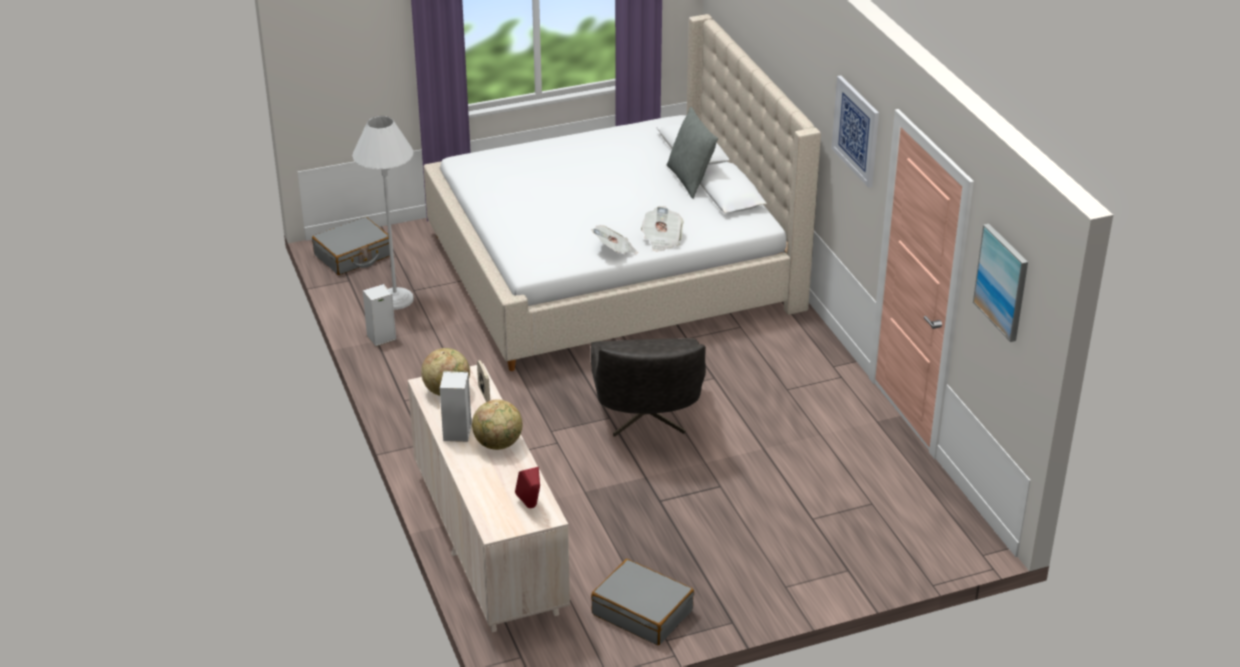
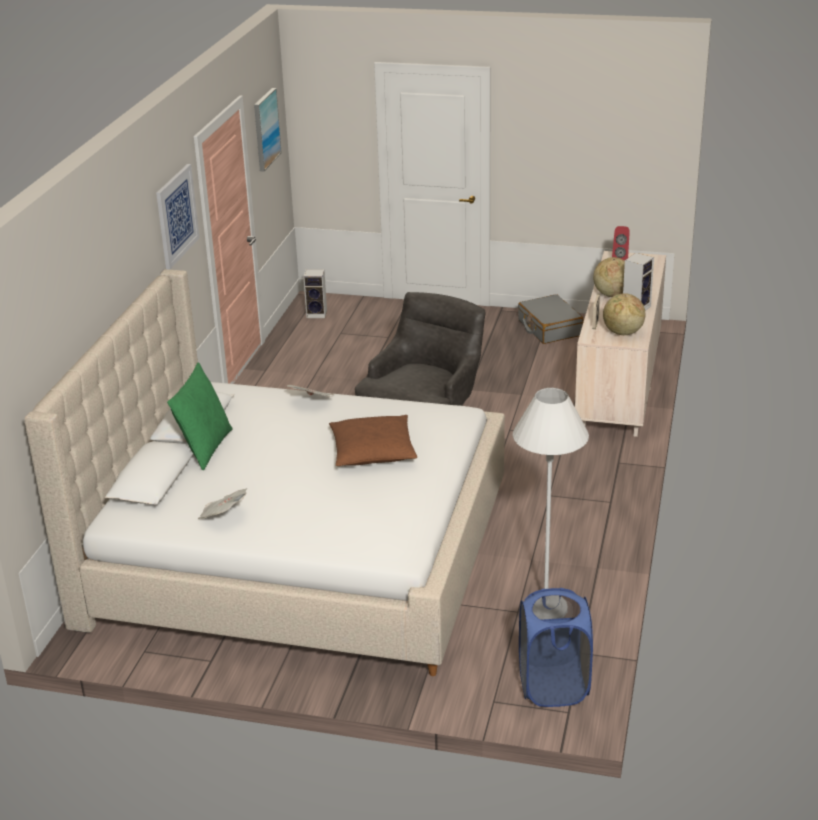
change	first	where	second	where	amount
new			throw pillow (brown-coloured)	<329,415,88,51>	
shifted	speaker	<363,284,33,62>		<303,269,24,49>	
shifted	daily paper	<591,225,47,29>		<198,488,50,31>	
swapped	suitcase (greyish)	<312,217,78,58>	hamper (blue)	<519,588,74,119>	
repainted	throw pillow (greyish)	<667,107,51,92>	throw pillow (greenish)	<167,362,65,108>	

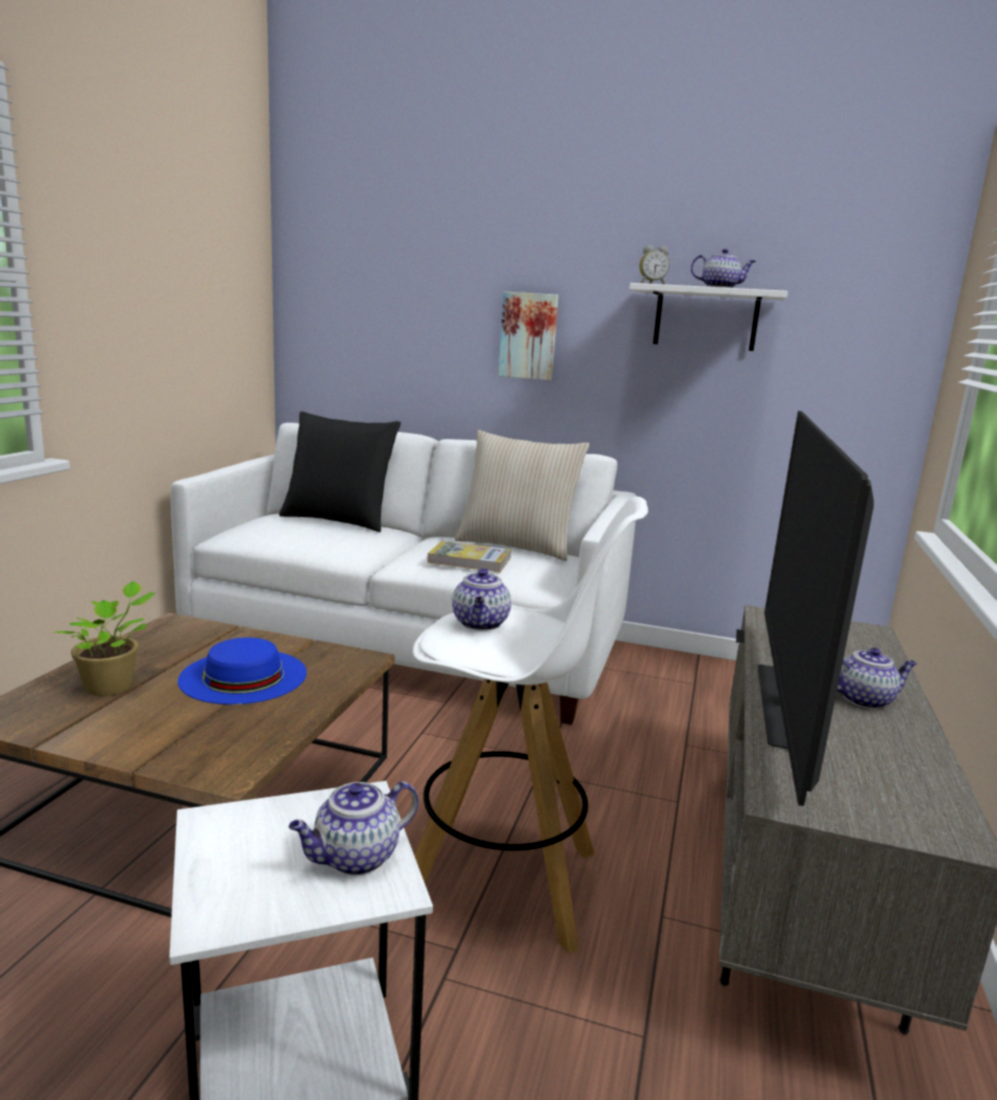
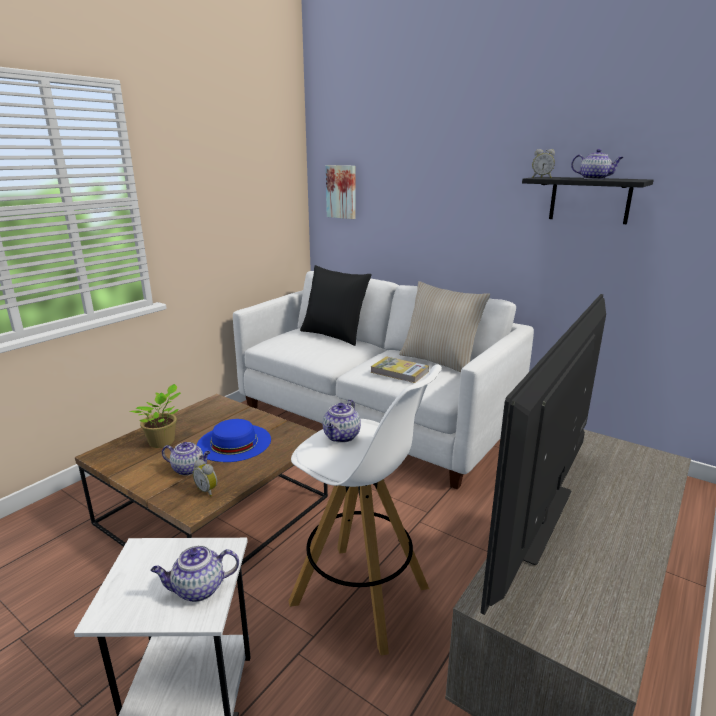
change	first	where	second	where	amount
new			table clock	<193,459,24,38>	
shifted	wall picture	<498,292,61,88>		<326,165,29,54>	
shifted	teapot	<837,648,80,61>		<162,442,49,33>	
repainted	shelf (white-coloured)	<629,283,159,68>	shelf (blackish)	<522,177,132,47>	

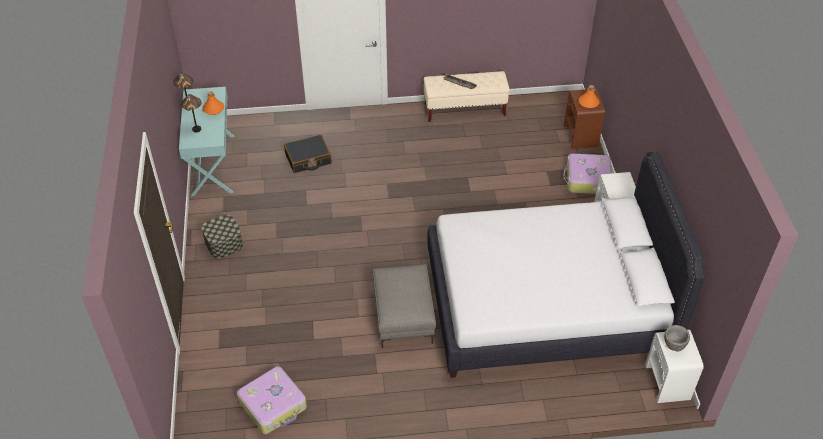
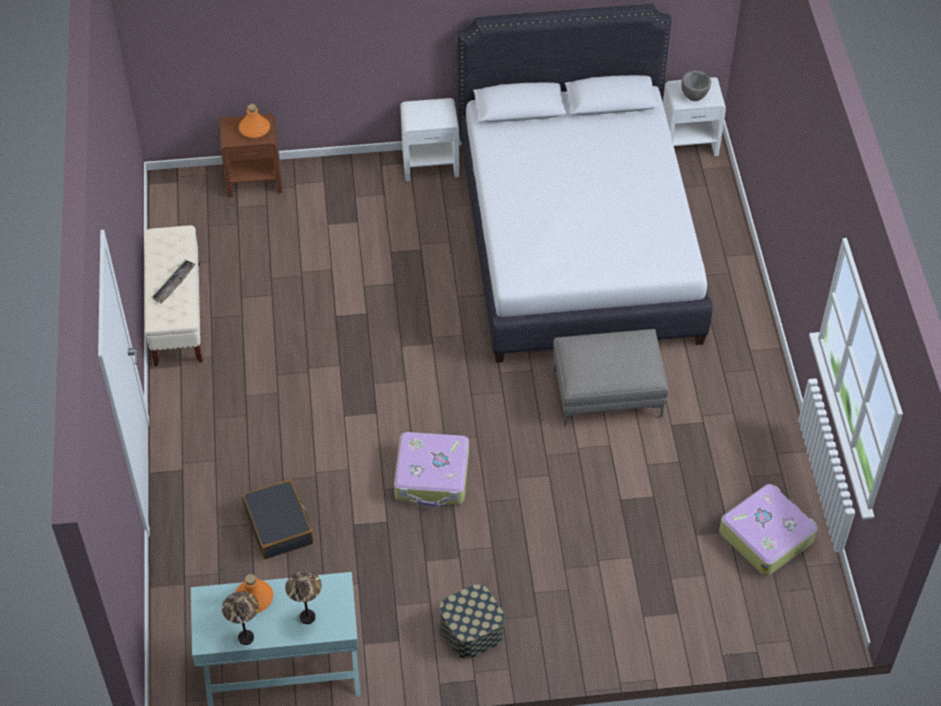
change	first	where	second	where	amount
shifted	suitcase	<563,154,49,40>		<394,432,75,75>	

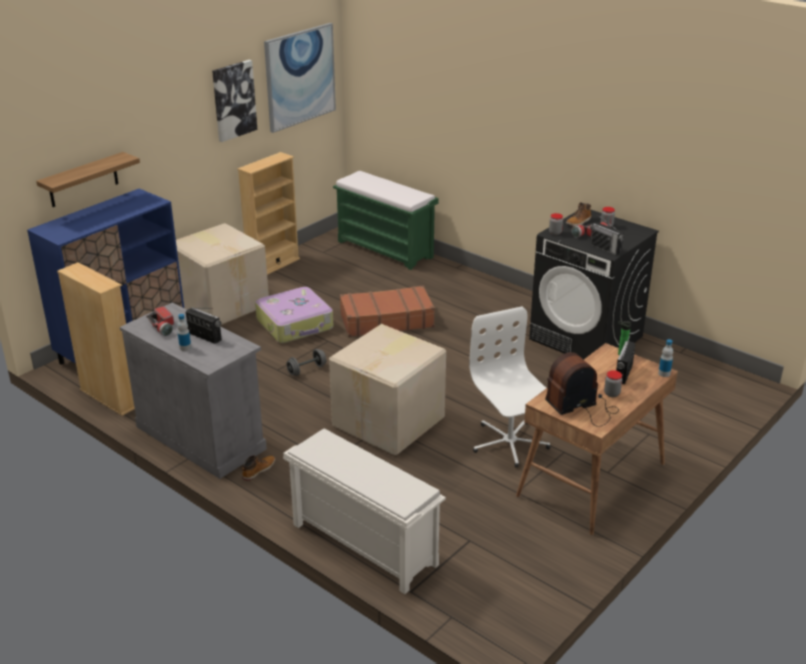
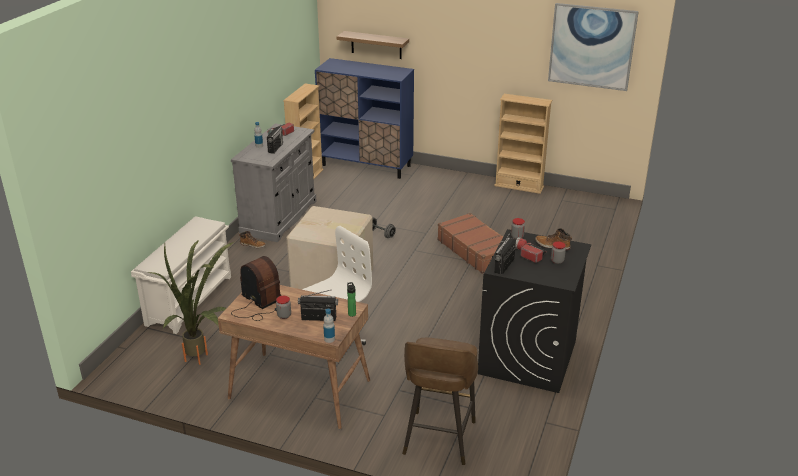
change	first	where	second	where	amount
gone	carton	<176,223,93,102>			
gone	wall picture	<212,60,45,82>			
gone	suitcase	<255,287,78,56>			
gone	long seat (greenish)	<333,171,106,99>			
new			potted plant	<147,240,87,125>	
new			sitting stool (brown-coloured)	<402,337,76,128>	

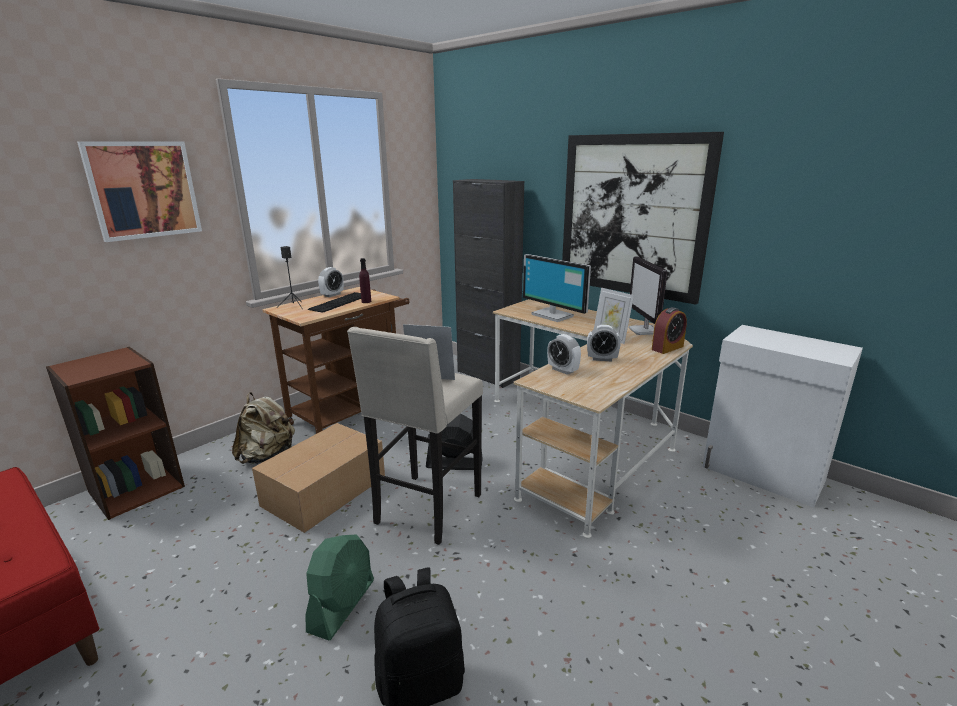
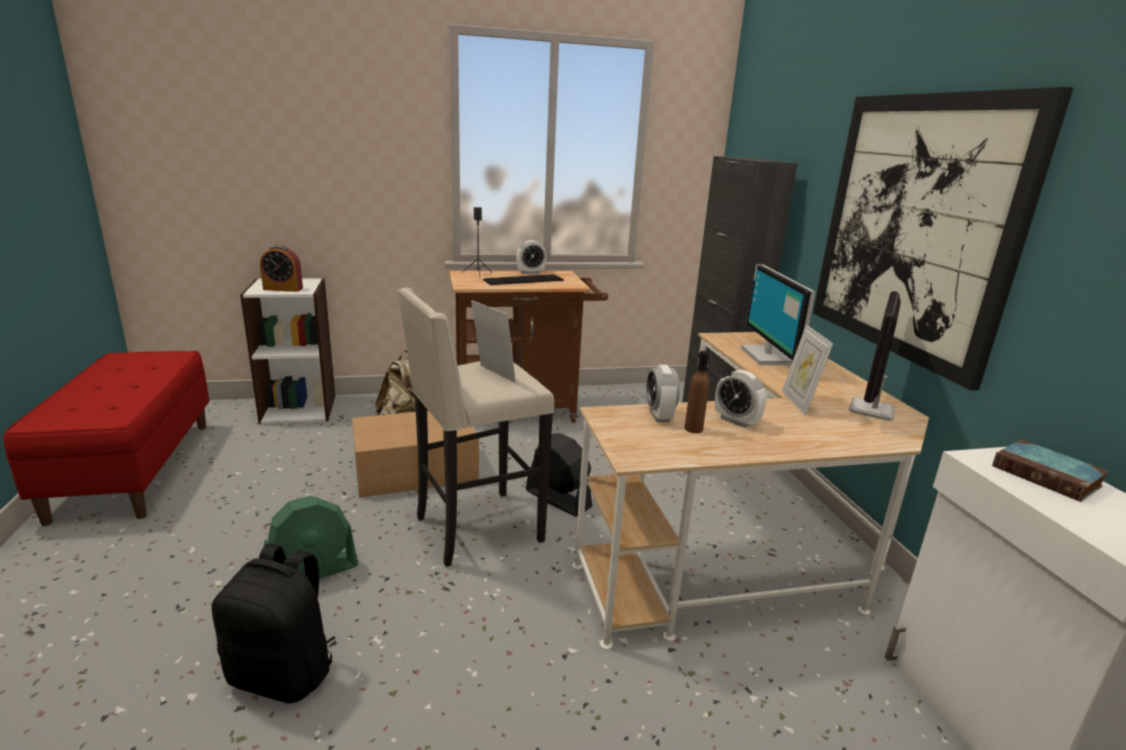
change	first	where	second	where	amount
gone	wall picture	<77,141,125,101>			
gone	drink bottle (purple-coloured)	<359,258,12,45>			
new			drink bottle (brown-coloured)	<685,351,24,82>	
new			volume	<992,439,117,63>	
shifted	table clock	<652,307,35,47>		<260,245,43,47>	
repainted	shelving unit (brown-coloured)	<46,347,139,173>	shelving unit (white-coloured)	<240,278,95,146>	

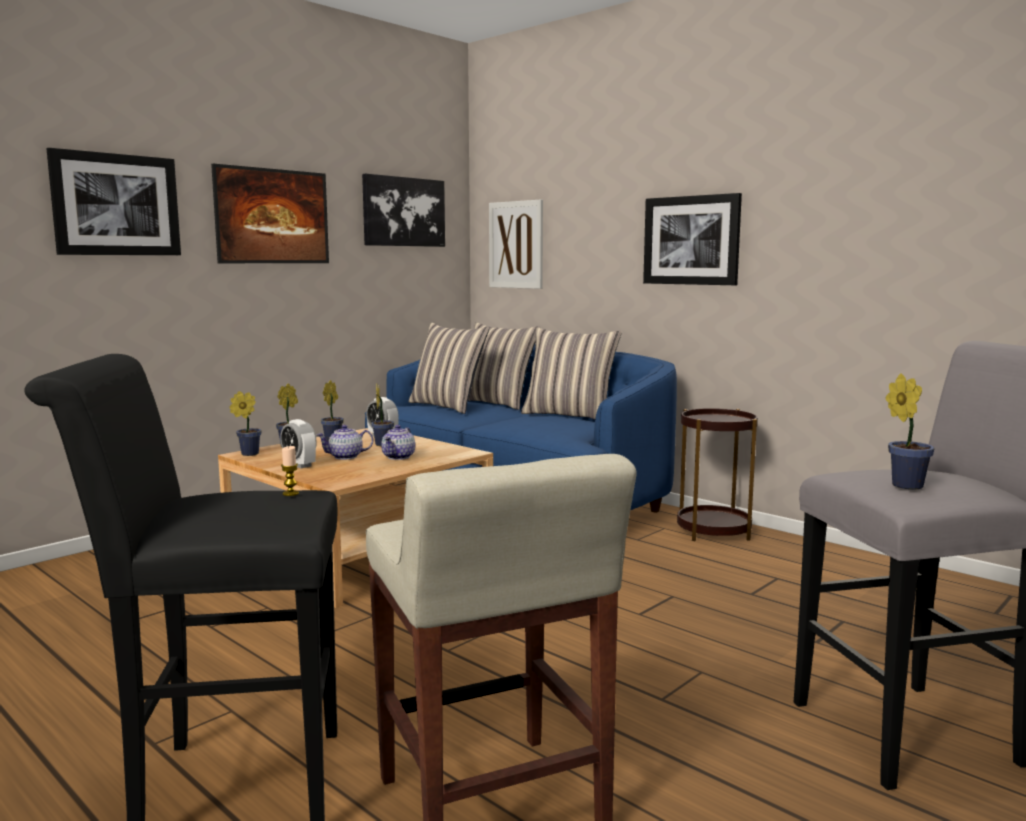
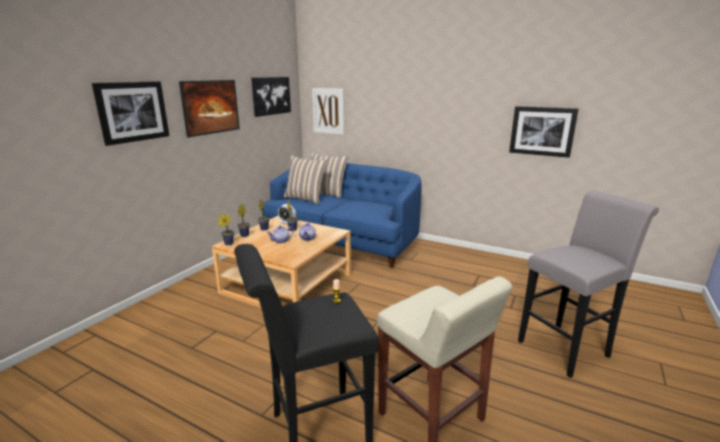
change	first	where	second	where	amount
gone	table clock	<280,419,37,49>			
gone	throw pillow	<521,327,101,92>			
gone	end table (brown-coloured)	<677,408,81,133>			
gone	potted plant	<885,373,49,117>			
shifted	wall picture	<643,193,99,92>		<509,106,70,52>	

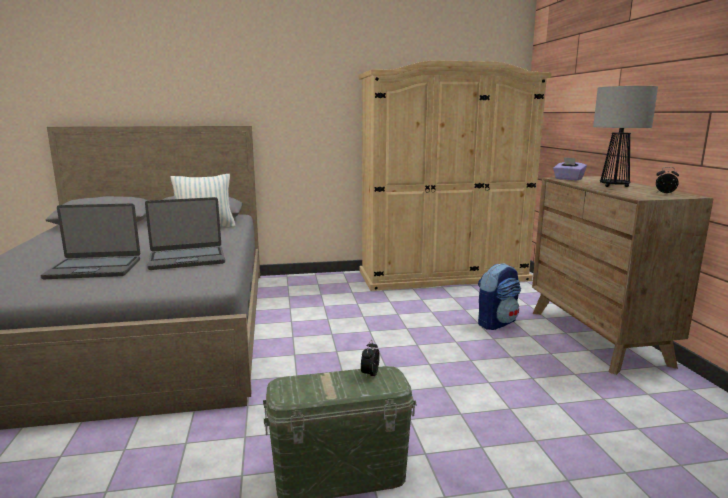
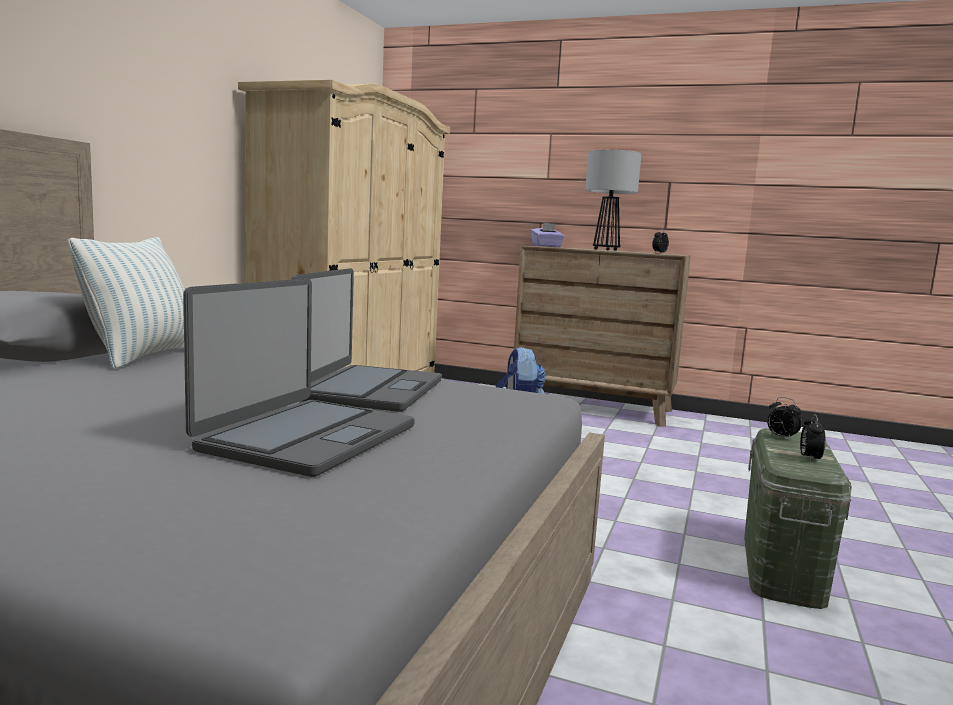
change	first	where	second	where	amount
new			table clock	<800,414,25,48>	

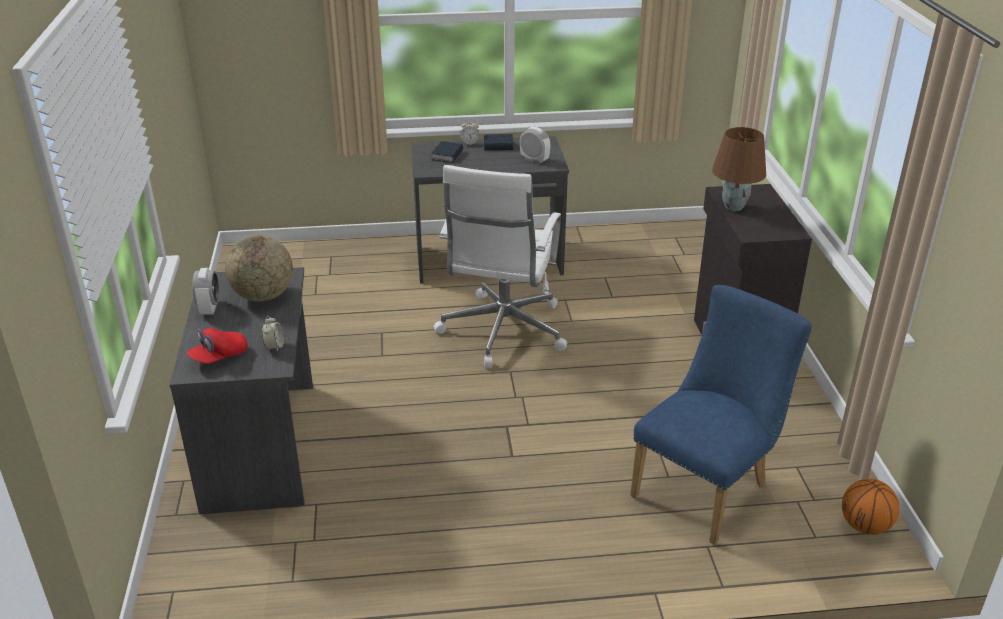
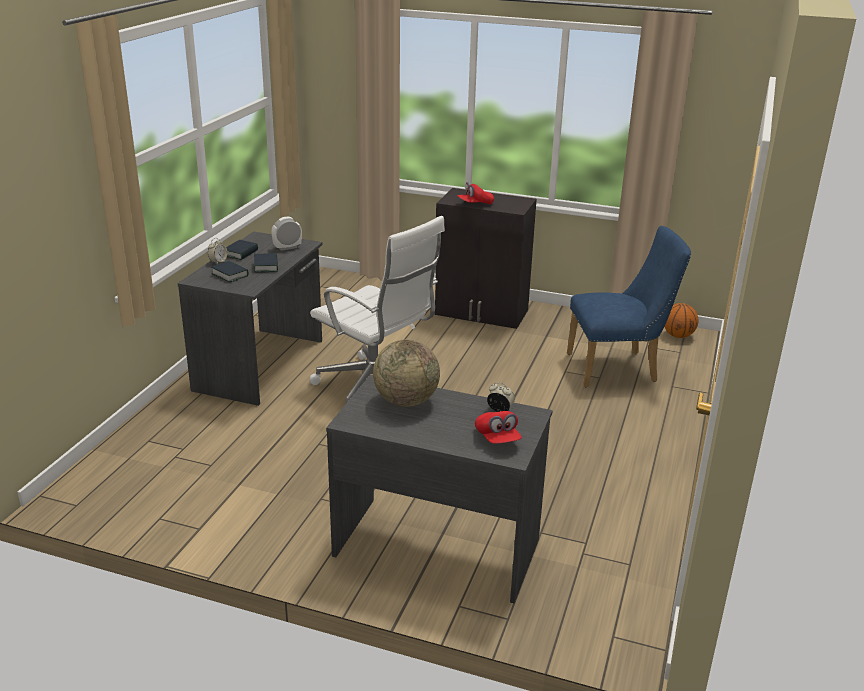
change	first	where	second	where	amount
gone	table clock	<192,268,27,47>			
new			volume	<254,253,24,20>	
swapped	tabletop lamp (brown-coloured)	<712,127,54,84>	baseball cap (red-coloured)	<457,182,37,22>	
rotated	upright chair (blue)	<630,285,182,260>		<567,226,124,161>	105 degrees clockwise

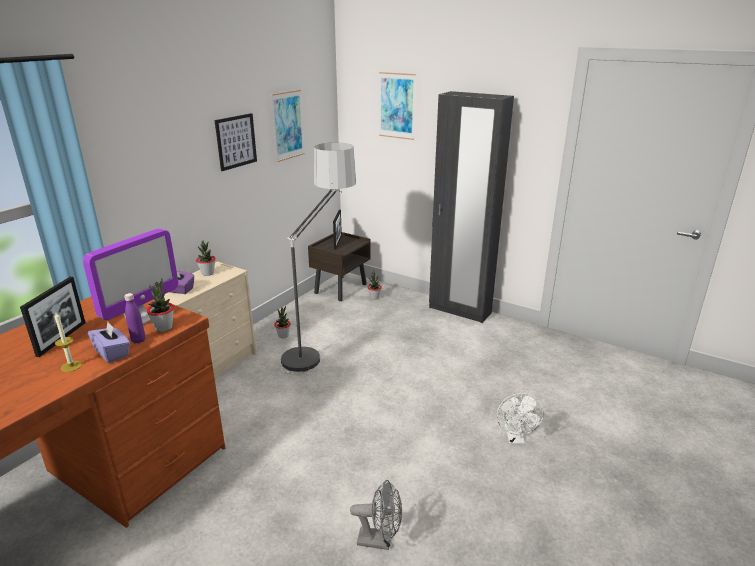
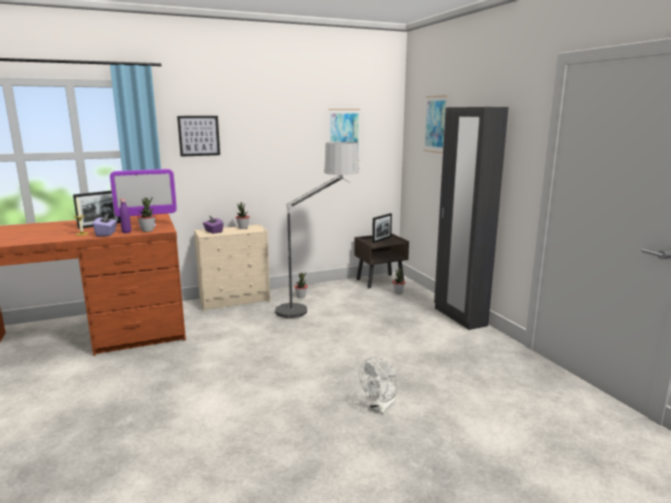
change	first	where	second	where	amount
gone	cooling fan (greyish)	<350,480,52,70>			
shifted	wall picture	<215,113,42,58>		<177,116,43,41>	

